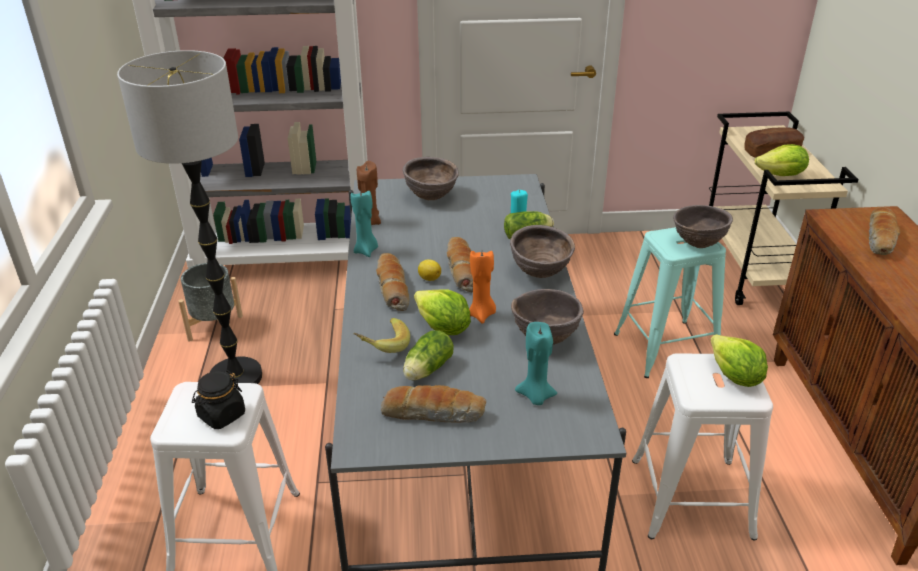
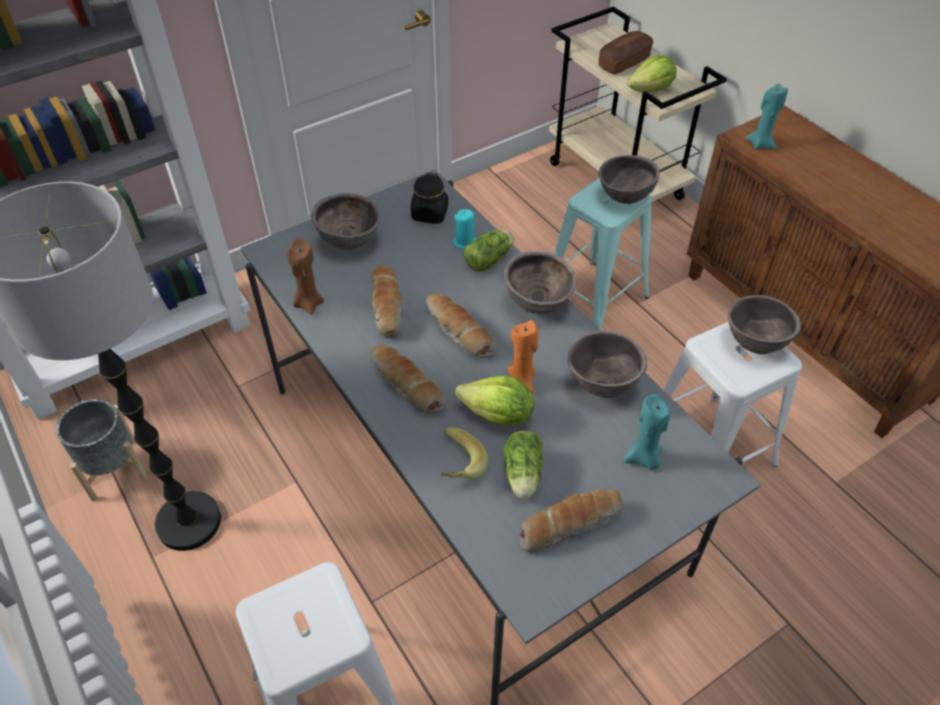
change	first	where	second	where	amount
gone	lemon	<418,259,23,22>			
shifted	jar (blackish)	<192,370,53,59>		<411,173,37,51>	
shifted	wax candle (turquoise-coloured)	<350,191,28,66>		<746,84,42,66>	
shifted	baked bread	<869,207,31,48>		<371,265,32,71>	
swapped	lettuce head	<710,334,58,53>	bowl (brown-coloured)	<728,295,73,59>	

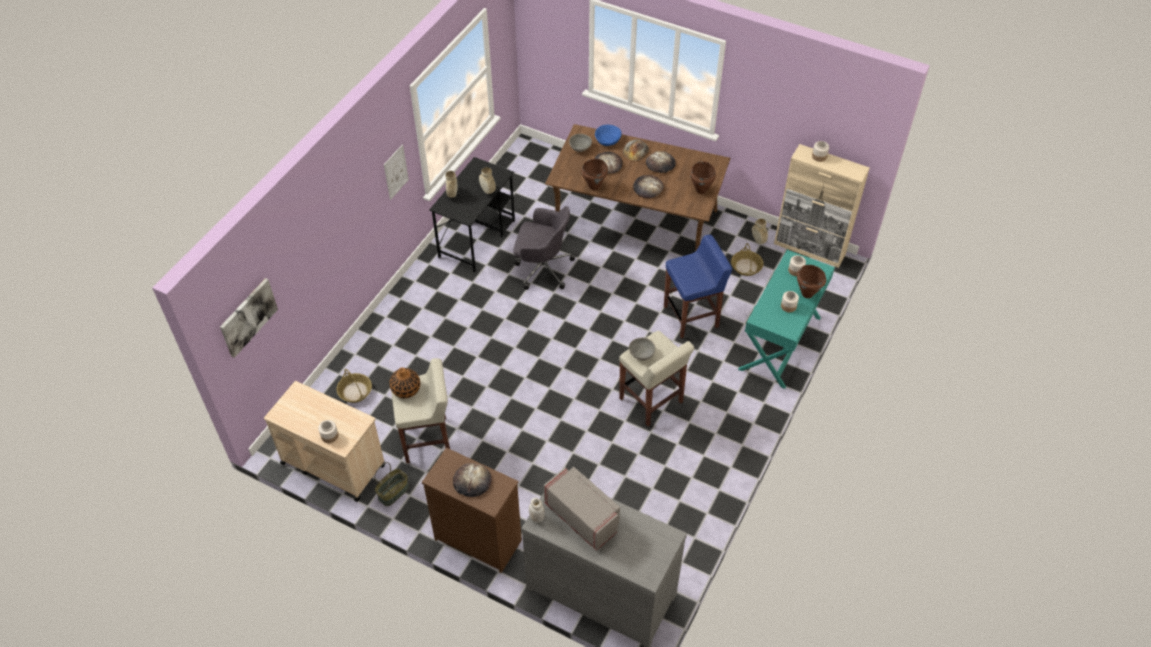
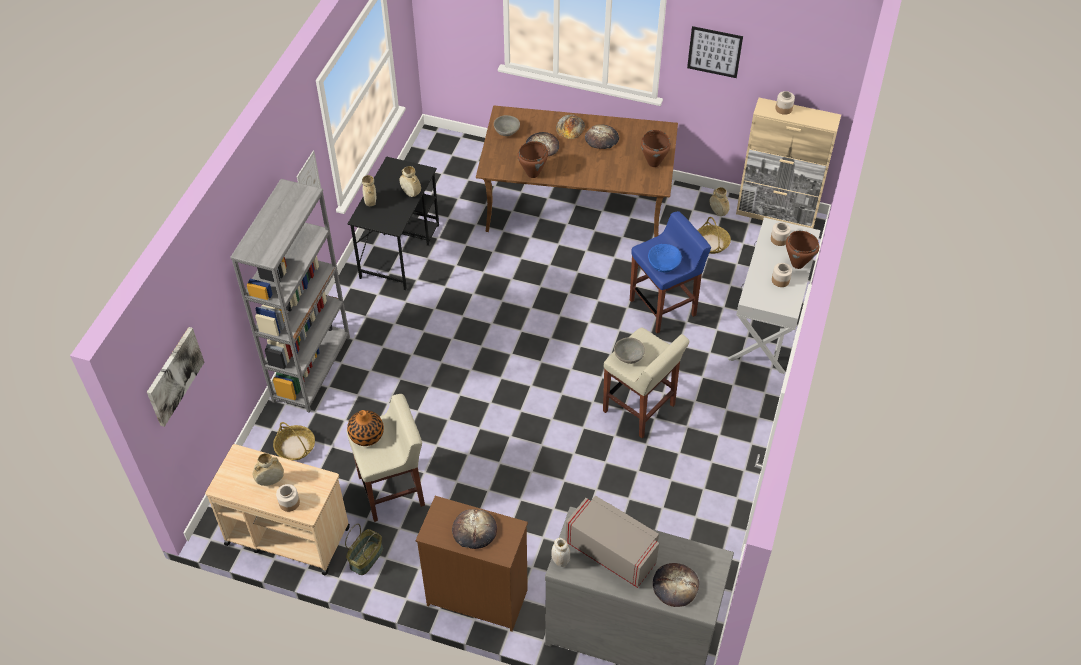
change	first	where	second	where	amount
gone	office chair (greyish)	<513,206,63,84>			
new			shelving unit (greyish)	<230,179,120,234>	
new			decorative vase (sand-coloured)	<253,453,31,33>	
new			wall picture	<687,26,56,52>	
shifted	bowl (blue)	<595,124,27,22>		<648,244,34,28>	
shifted	baked bread	<633,175,31,23>		<653,563,46,44>	
repainted	hall table (turquoise-coloured)	<738,250,97,139>	hall table (white-coloured)	<728,218,93,156>	

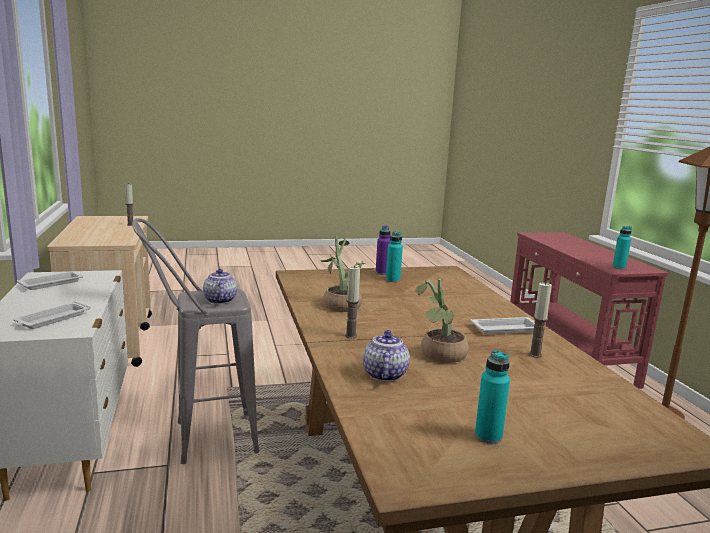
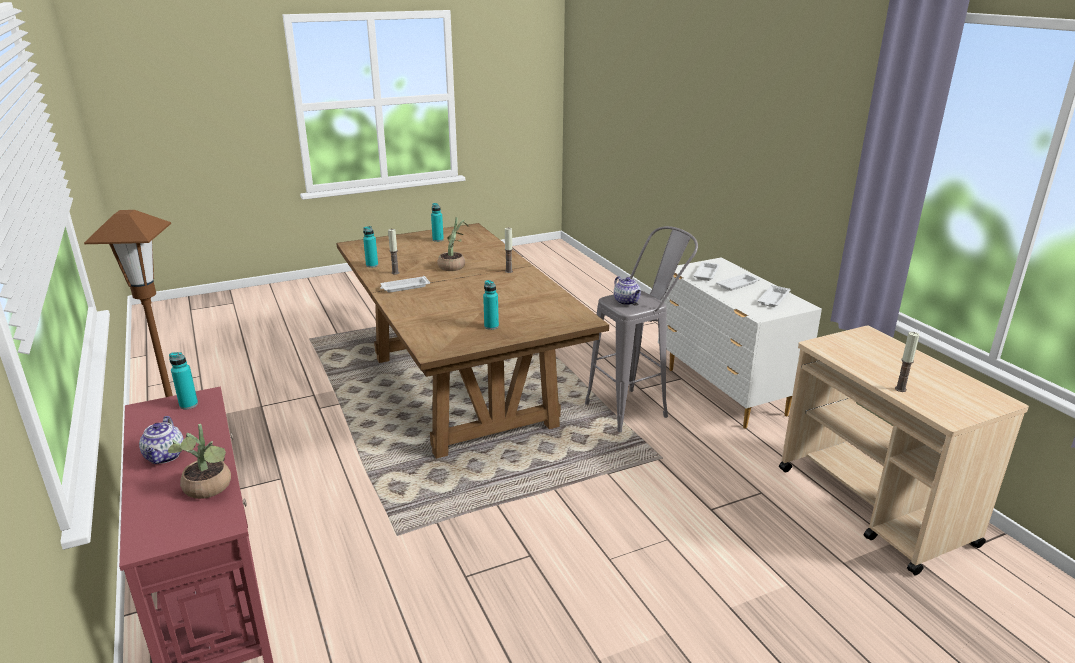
change	first	where	second	where	amount
gone	drink bottle (purple-coloured)	<376,225,15,50>			
new			drink bottle (turquoise-coloured)	<363,226,15,42>	
new			serving tray (white-coloured)	<716,274,44,17>	
shifted	potted plant	<321,236,44,76>		<168,424,63,75>	
shifted	teapot	<363,330,47,52>		<139,416,45,48>	

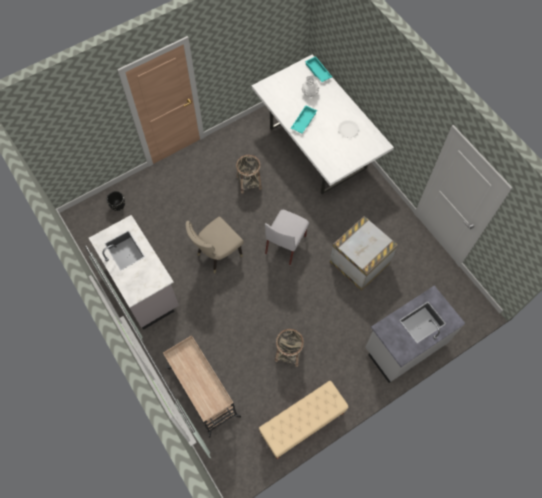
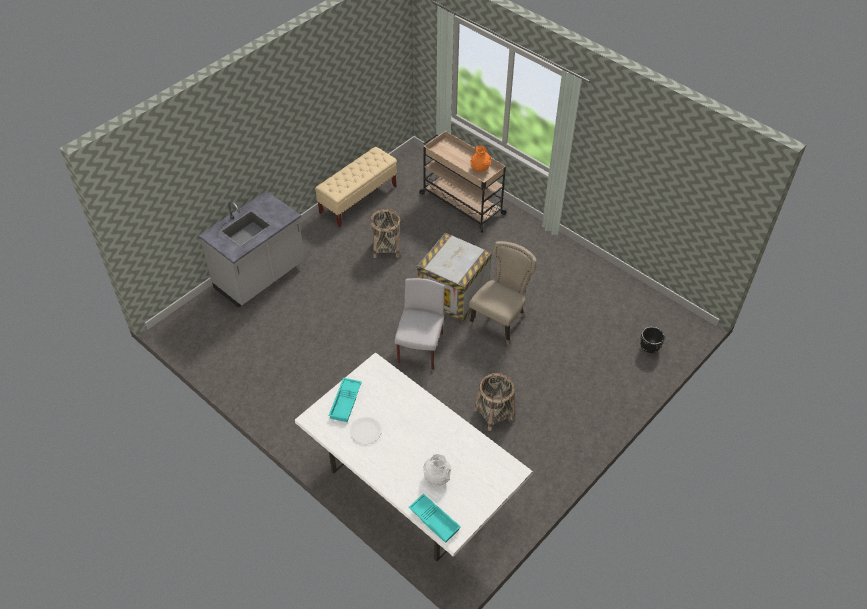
change	first	where	second	where	amount
gone	kitchen base unit (greyish)	<89,215,90,115>			
new			decorative vase (orange-coloured)	<470,146,21,26>	
shifted	serving tray (turquoise-coloured)	<291,105,26,29>		<328,378,34,44>	
shifted	crate	<330,216,68,75>		<417,233,75,89>	

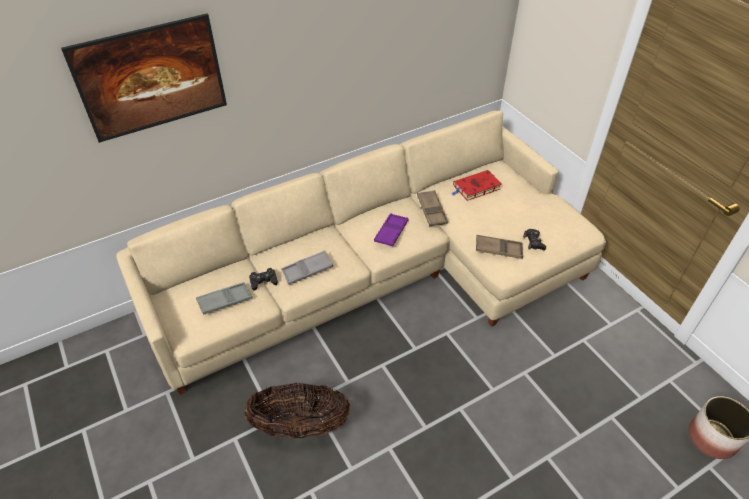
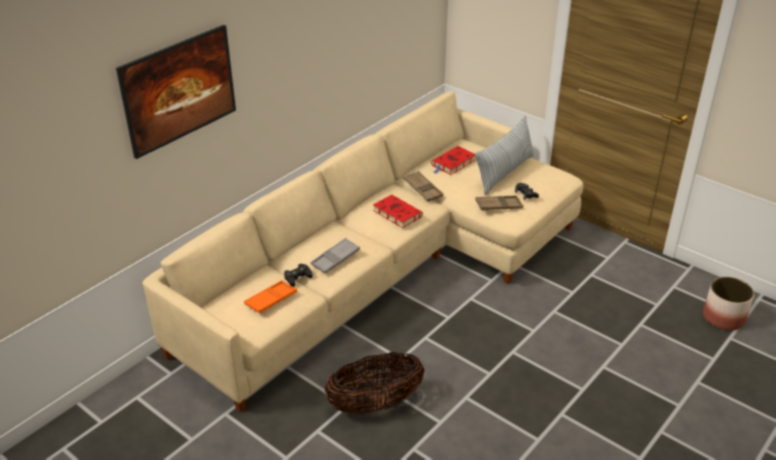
change	first	where	second	where	amount
new			throw pillow	<475,116,59,79>	
swapped	serving tray (purple-coloured)	<374,213,34,33>	volume (red-coloured)	<373,195,50,33>	
repainted	serving tray (greyish)	<196,282,56,33>	serving tray (orange-coloured)	<244,280,53,33>	

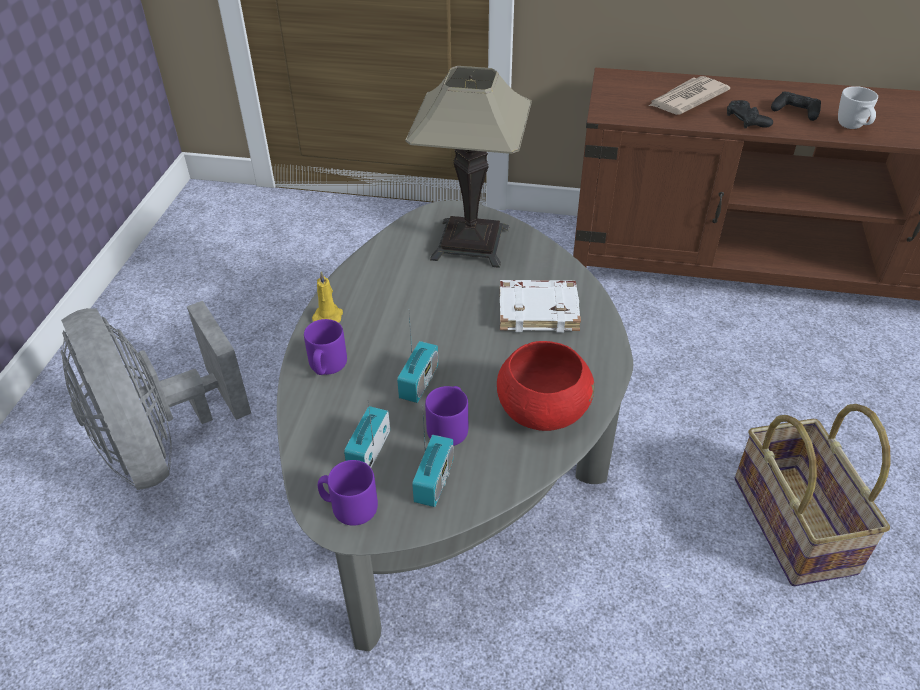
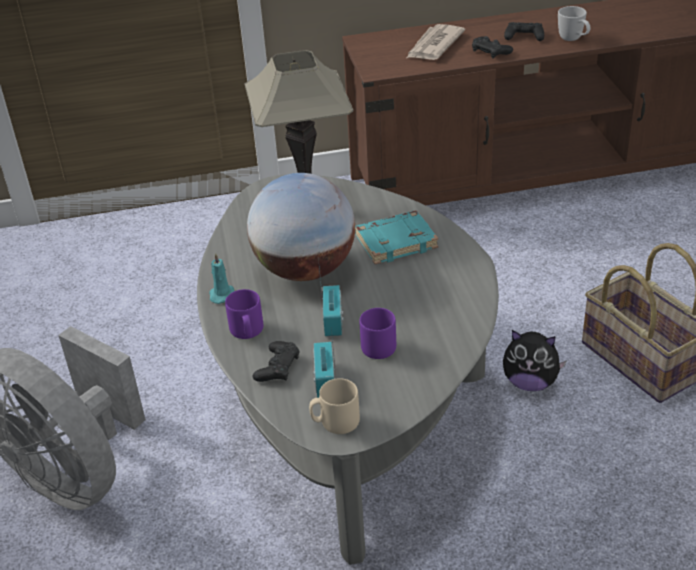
change	first	where	second	where	amount
gone	radio set	<412,406,42,101>			
gone	bowl (red-coloured)	<497,341,97,90>			
new			globe	<247,173,108,108>	
new			joypad (blackish)	<253,341,46,41>	
new			cuddly toy	<503,330,64,61>	
repainted	wax candle (yellow)	<312,271,31,52>	wax candle (turquoise-coloured)	<209,253,25,51>	
repainted	tea mug (purple-coloured)	<318,460,60,66>	tea mug (sand-coloured)	<309,378,51,56>	
repainted	volume (white-coloured)	<500,280,81,53>	volume (turquoise-coloured)	<355,210,83,54>	

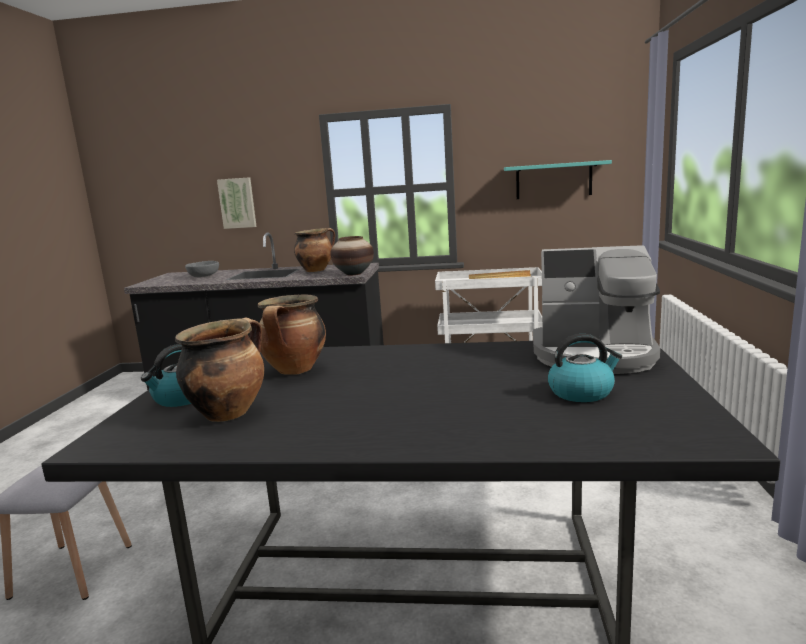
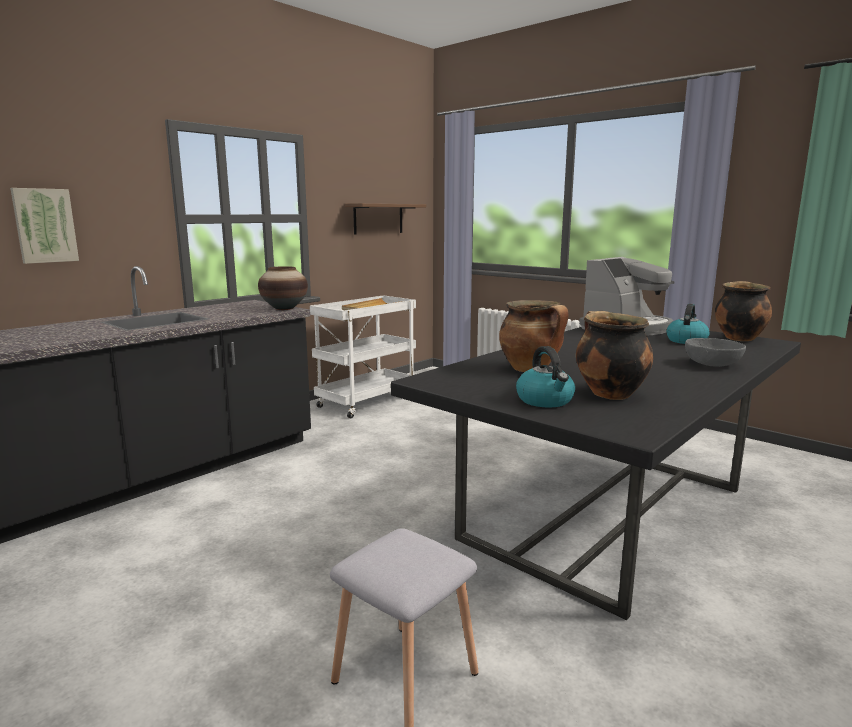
change	first	where	second	where	amount
shifted	bowl (greyish)	<185,261,34,16>		<685,338,61,29>	
shifted	stockpot	<294,228,41,44>		<715,281,57,60>	
repainted	shelf (turquoise-coloured)	<504,160,108,39>	shelf (brown-coloured)	<345,203,81,31>	

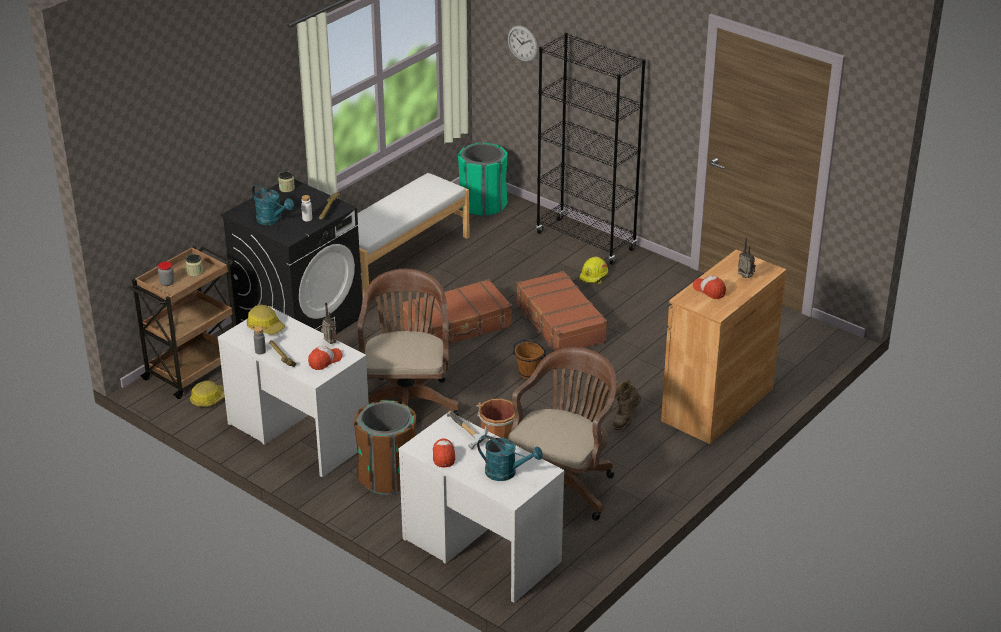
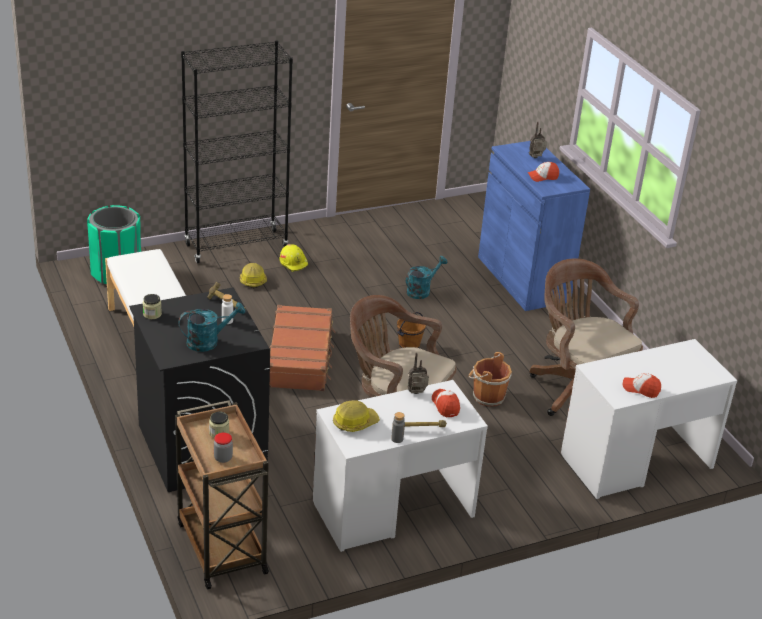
change	first	where	second	where	amount
gone	trash can (brown-coloured)	<354,400,62,95>			
gone	tool hammer	<447,411,41,38>			
gone	clock on the wall	<508,25,30,37>			
gone	suitcase (brown-coloured)	<516,271,92,80>			
gone	high-top boot (brown-coloured)	<613,380,28,50>			
shifted	work helmet	<190,381,35,26>		<240,263,27,25>	
shifted	sprinkling can (turquoise-coloured)	<477,435,66,46>		<406,256,41,43>	
repainted	cabinet (brown-coloured)	<661,250,126,194>	cabinet (blue)	<478,141,112,170>	

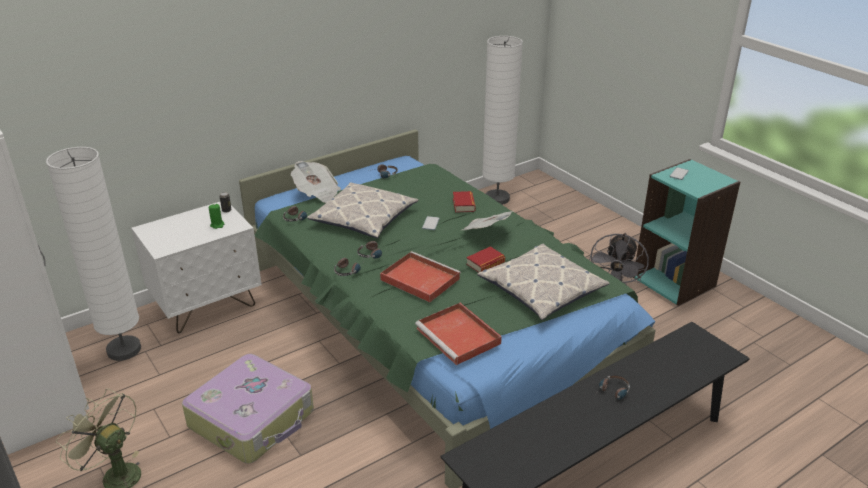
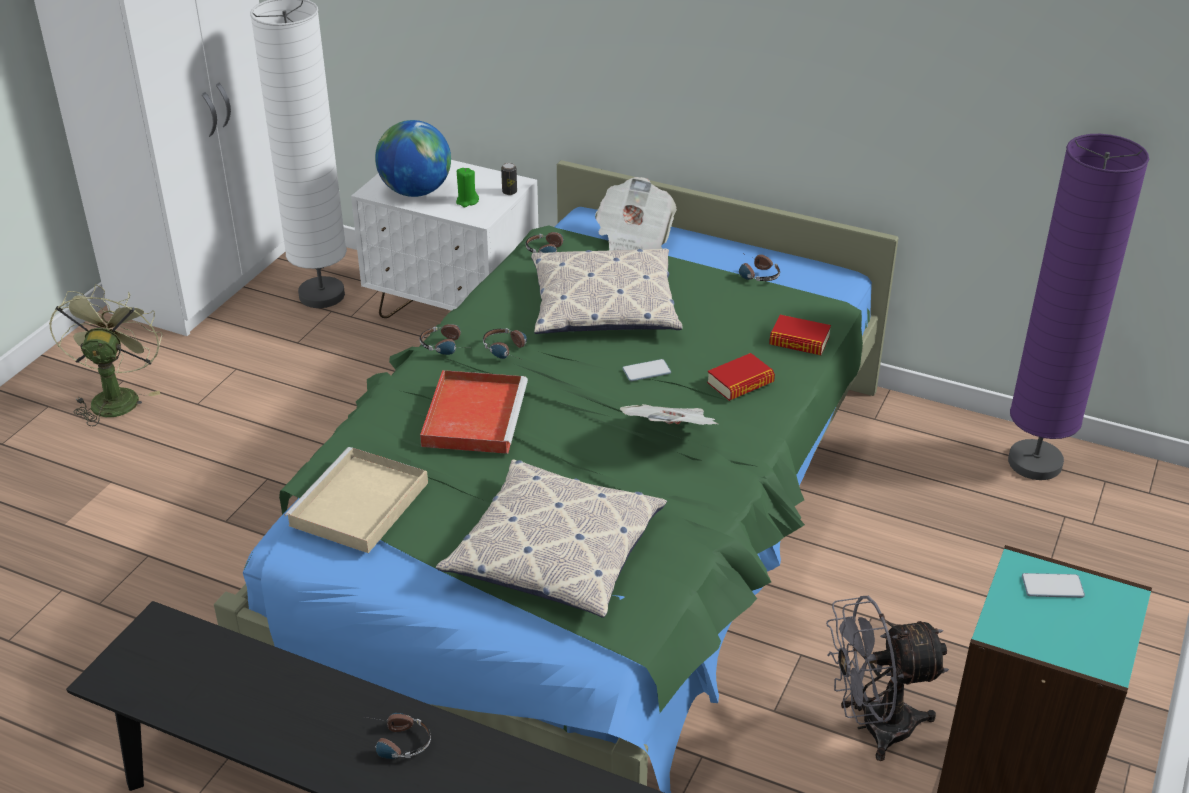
change	first	where	second	where	amount
gone	suitcase	<182,354,132,110>			
new			globe	<375,120,76,77>	
shifted	volume	<466,247,39,26>		<769,315,62,40>	
repainted	serving tray (red-coloured)	<415,303,87,62>	serving tray (sand-coloured)	<285,447,143,106>	
repainted	standing lamp (white-coloured)	<482,36,41,169>	standing lamp (purple-coloured)	<1008,134,141,346>	

